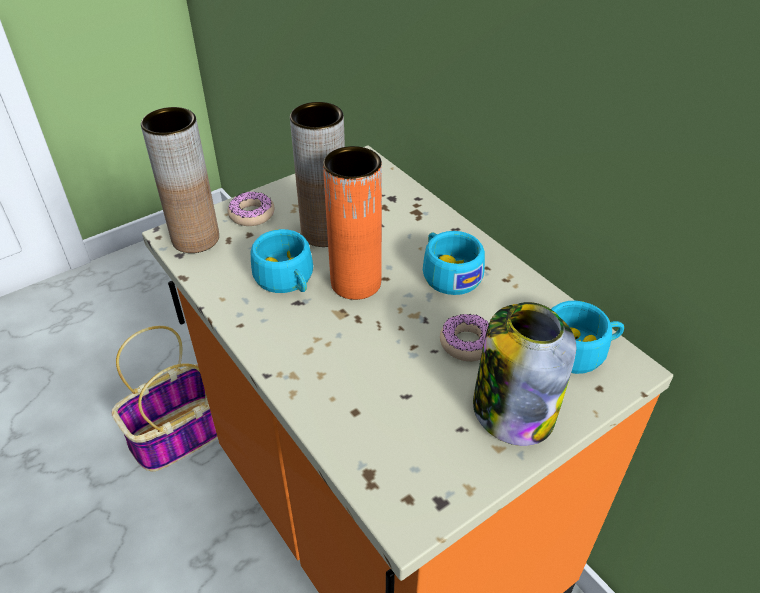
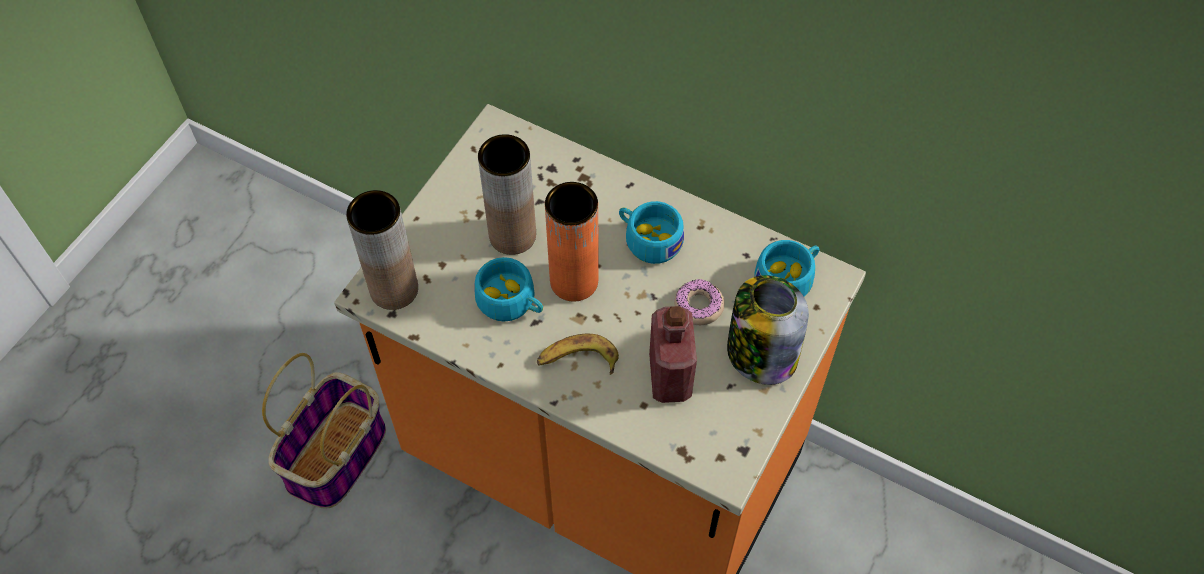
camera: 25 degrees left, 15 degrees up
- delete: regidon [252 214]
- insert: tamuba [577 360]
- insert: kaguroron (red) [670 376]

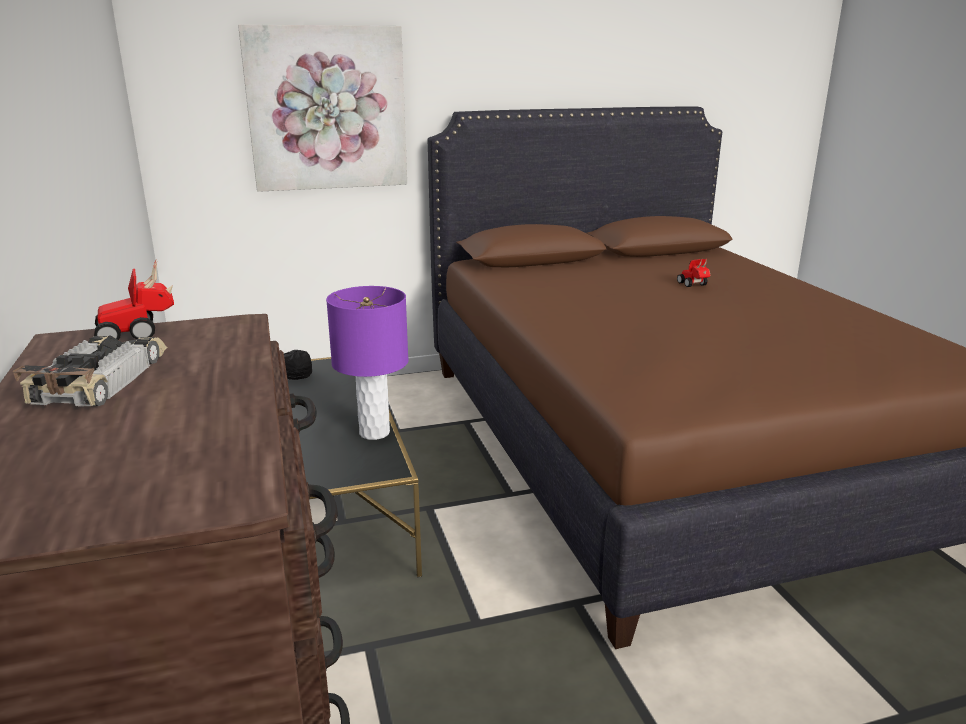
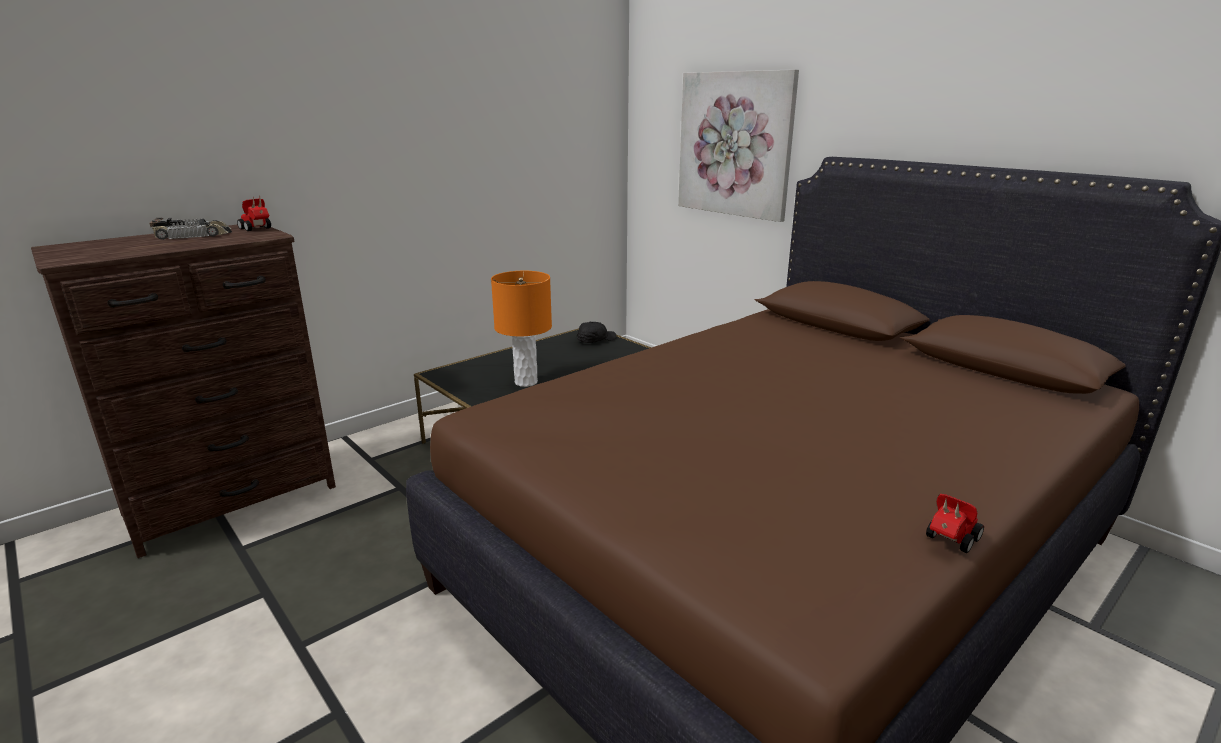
camera: 65 degrees right, 0 degrees up
- move: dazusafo [694 285] to [949 542]
- recolor: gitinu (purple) [374 432] to gitinu (orange) [526 382]

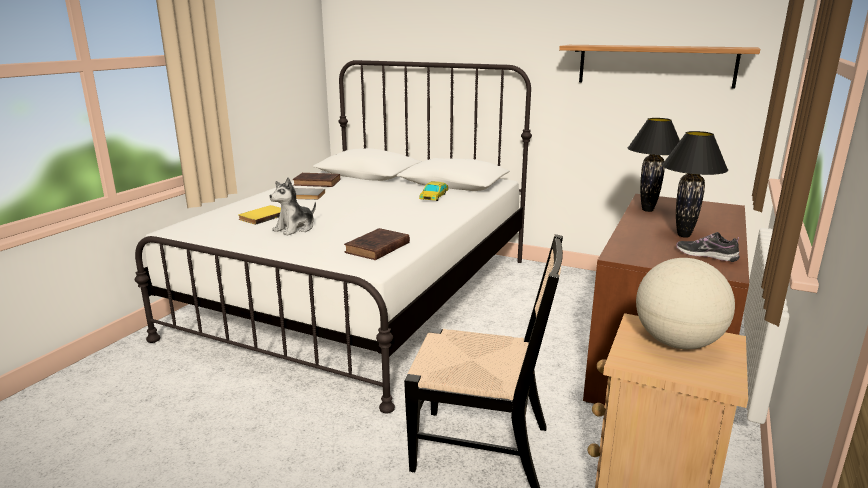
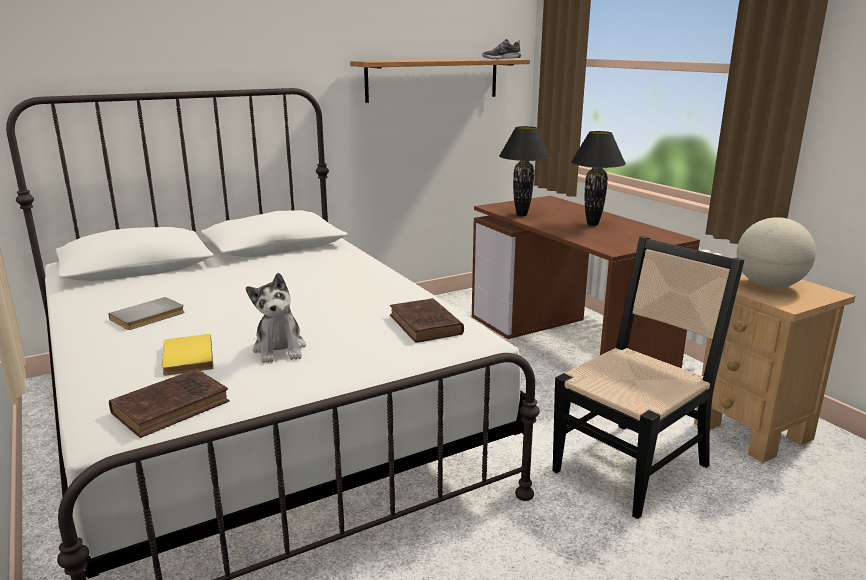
camera: 55 degrees left, 0 degrees up
- delete: dazusafo [434 196]
- move: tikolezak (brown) [318 183] to [174 406]
- move: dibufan [706 255] to [501 59]

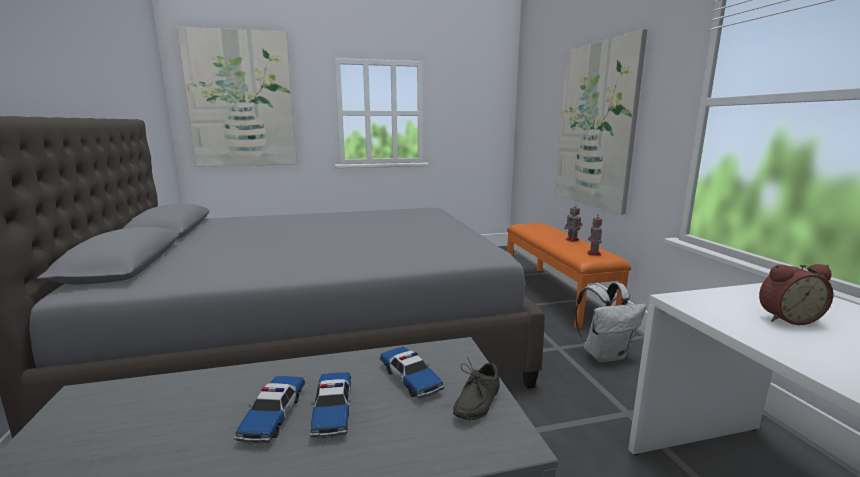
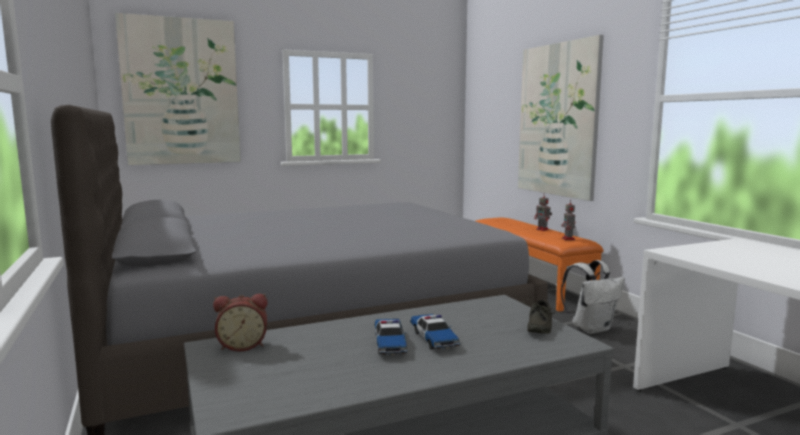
camera: 10 degrees left, 5 degrees down
- delete: dazusafo [410 378]
- move: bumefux [786 318] to [243 345]

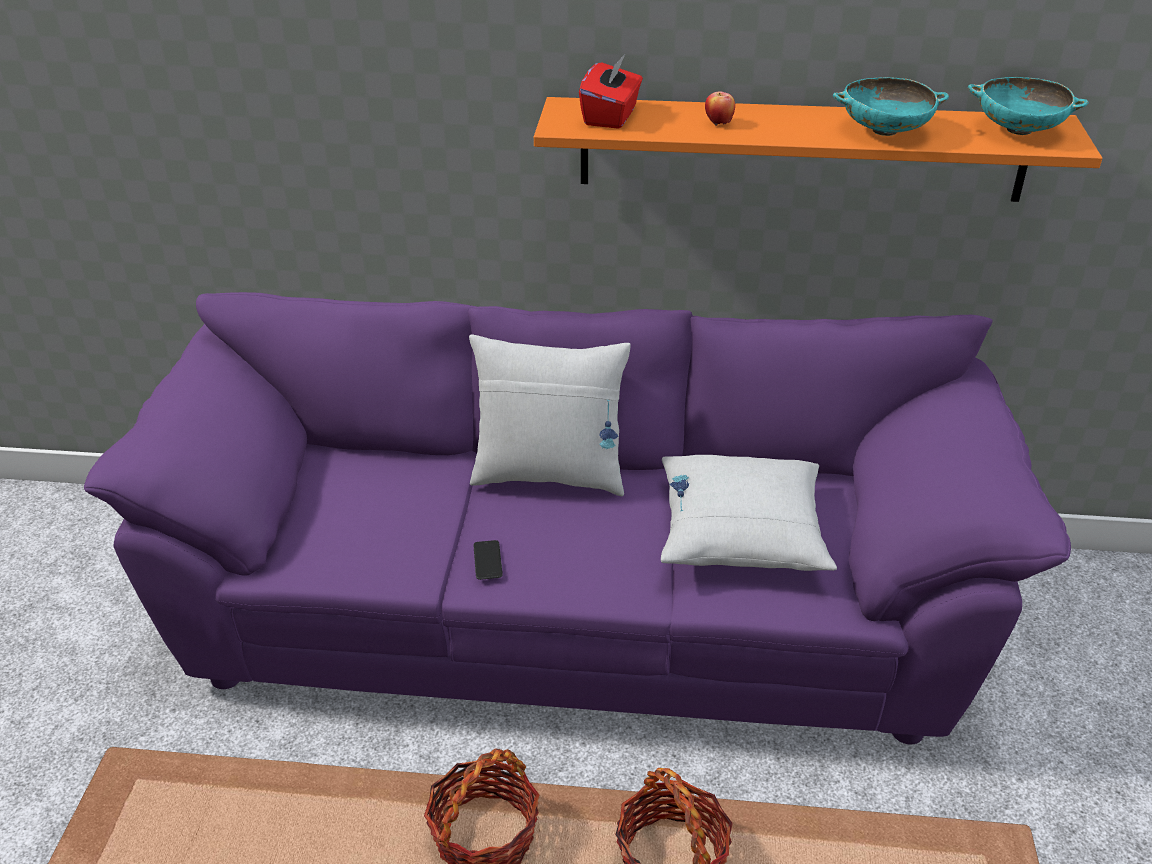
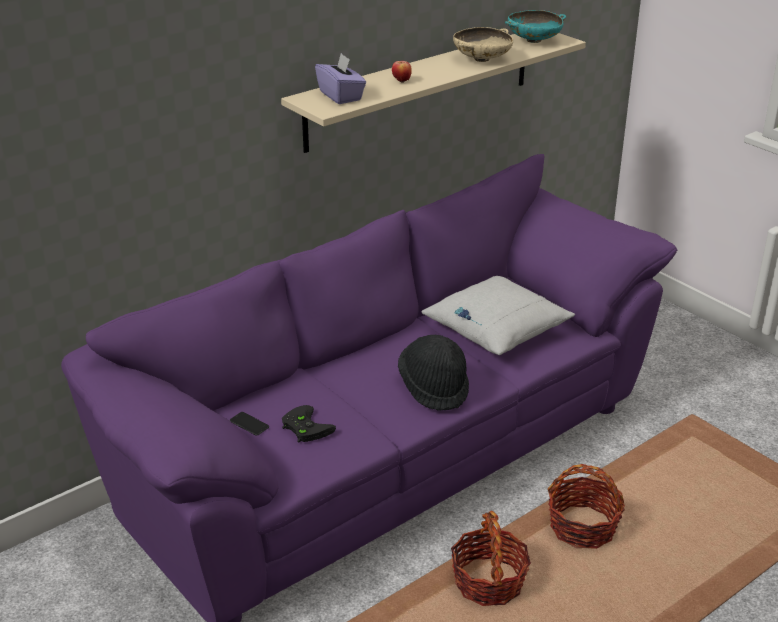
camera: 45 degrees left, 5 degrees down
- delete: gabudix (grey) [549 476]
- insert: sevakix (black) [304 427]
- insert: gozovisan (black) [434 387]
- move: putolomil [487 560] to [249 424]
- recolor: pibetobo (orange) [801 149] to pibetobo (beige) [420 88]
- recolor: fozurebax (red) [611 116] to fozurebax (purple) [341 96]
- recolor: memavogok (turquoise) [885 131] to memavogok (beige) [482 59]

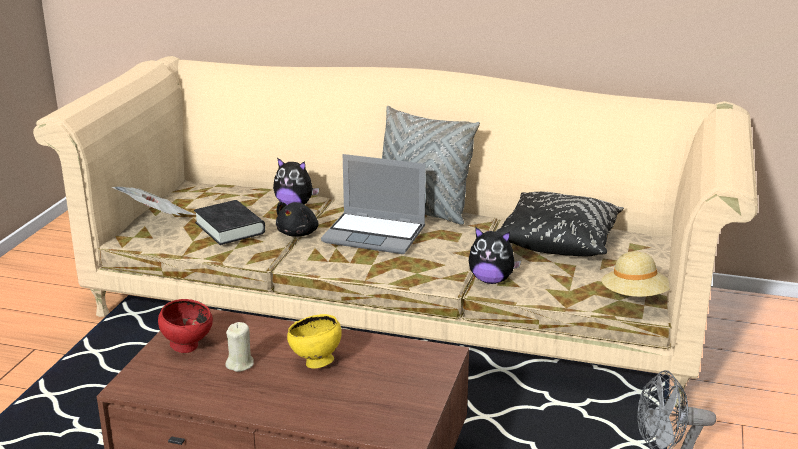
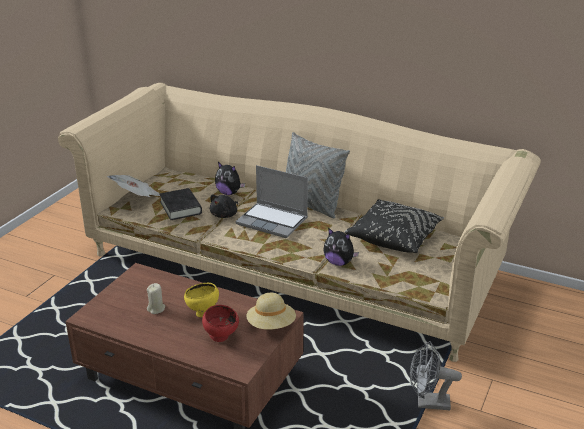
camera: 10 degrees right, 5 degrees up
- move: memavogok (red) [188 347] to [221 337]
- move: gozovisan (beige) [635 297] to [271 325]

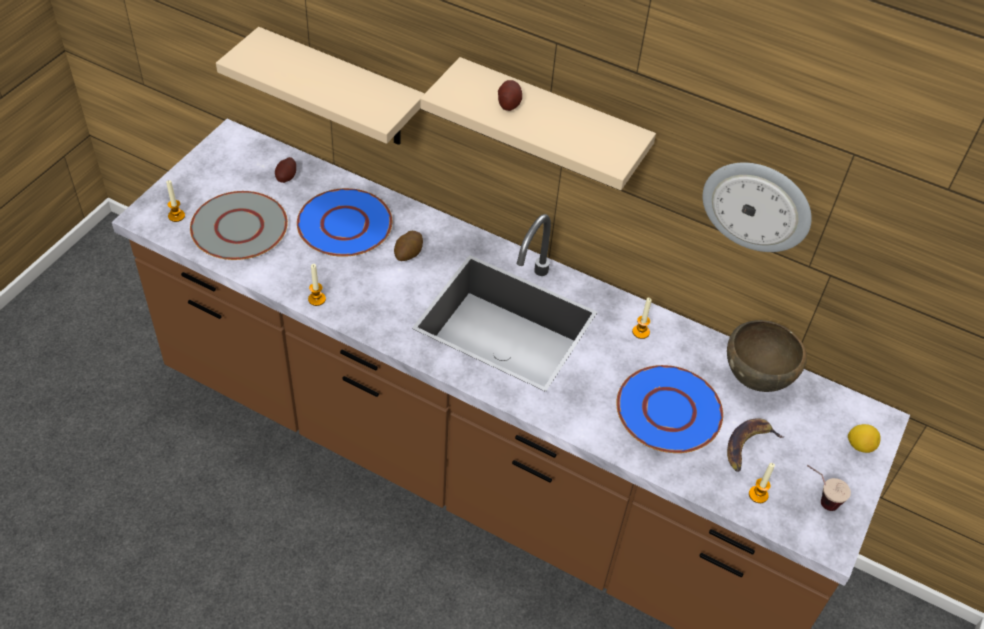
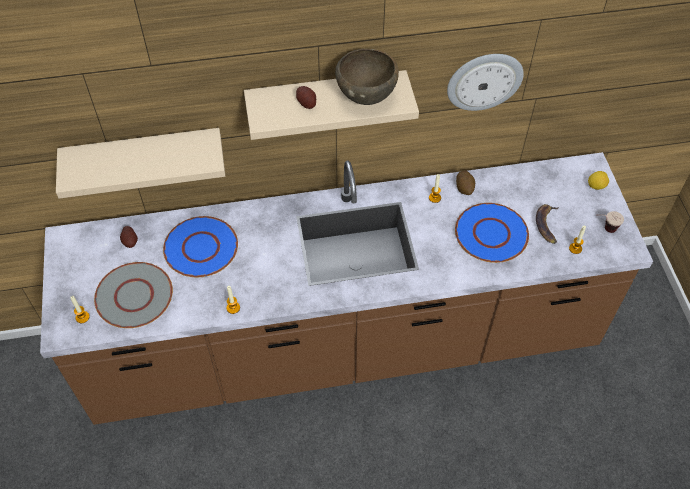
camera: 35 degrees left, 5 degrees up
- move: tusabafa [408 254] to [464 188]
- move: memavogok (brown) [757 379] to [366 98]

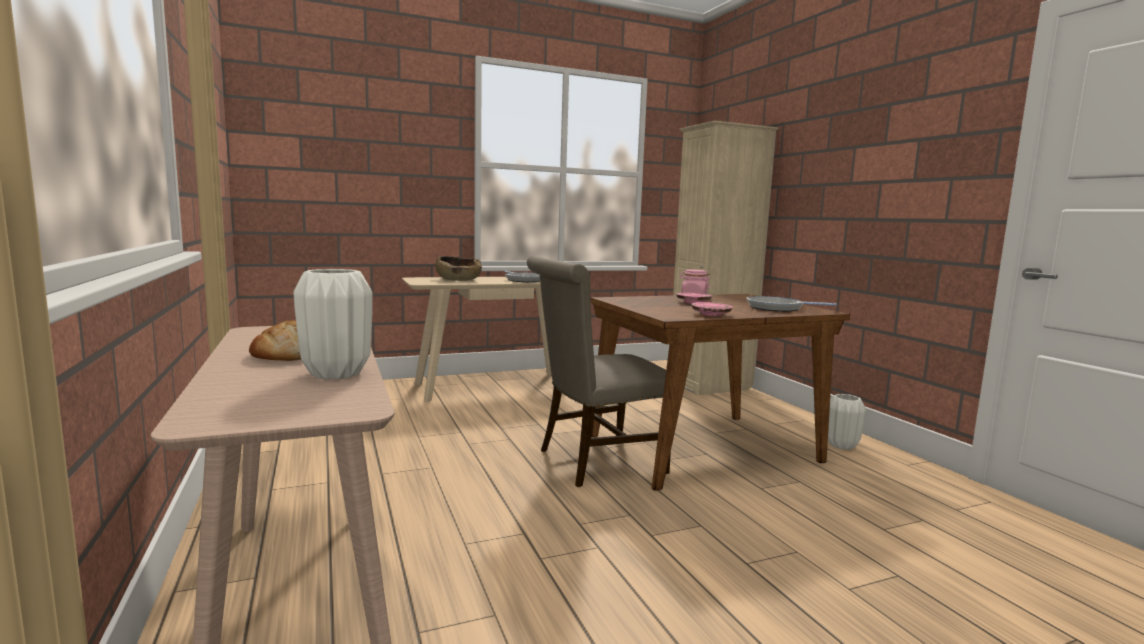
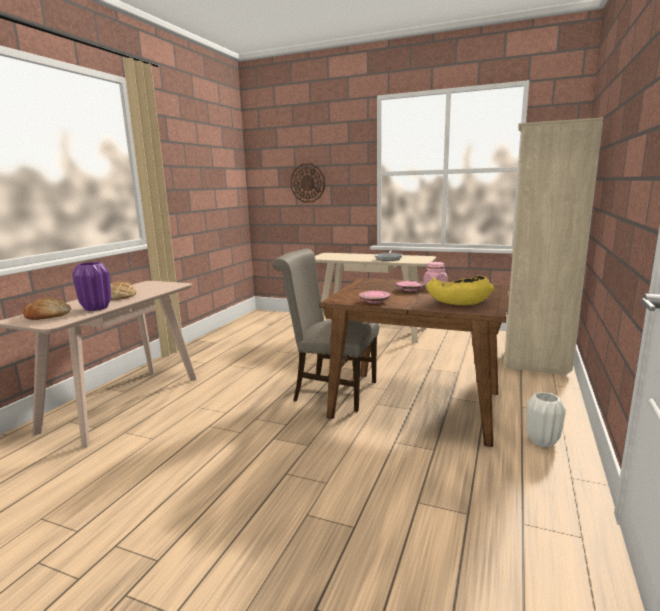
camera: 45 degrees right, 5 degrees up
- delete: memavogok (brown) [458 280]
- insert: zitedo [48 315]
- insert: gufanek [307 183]
- replace: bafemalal [777 308] to memavogok (yellow) [458 303]
- recolor: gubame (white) [335 374] to gubame (purple) [96 308]

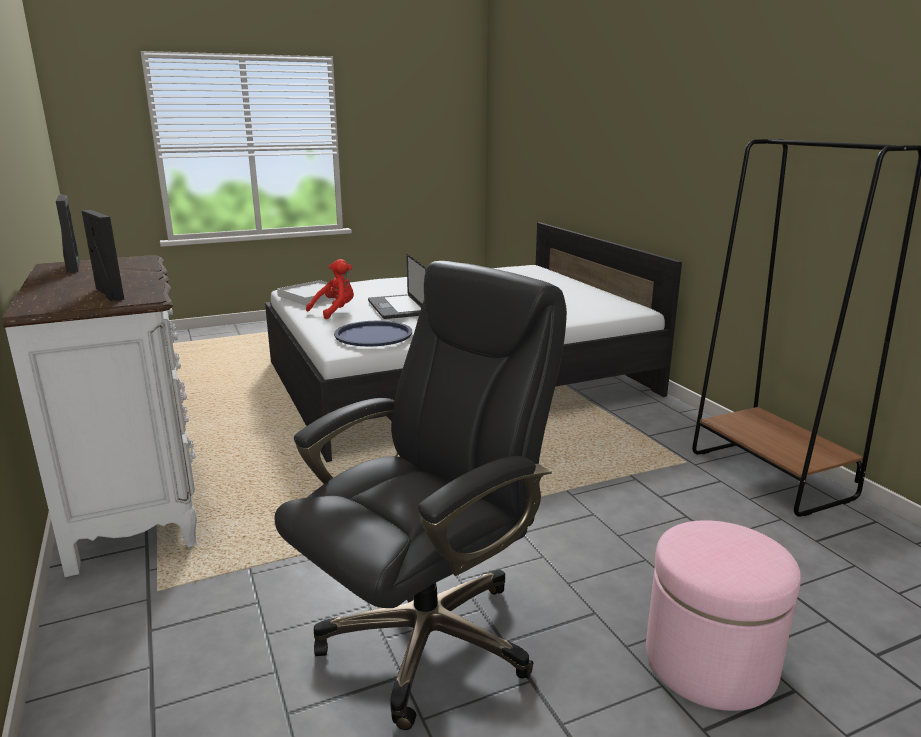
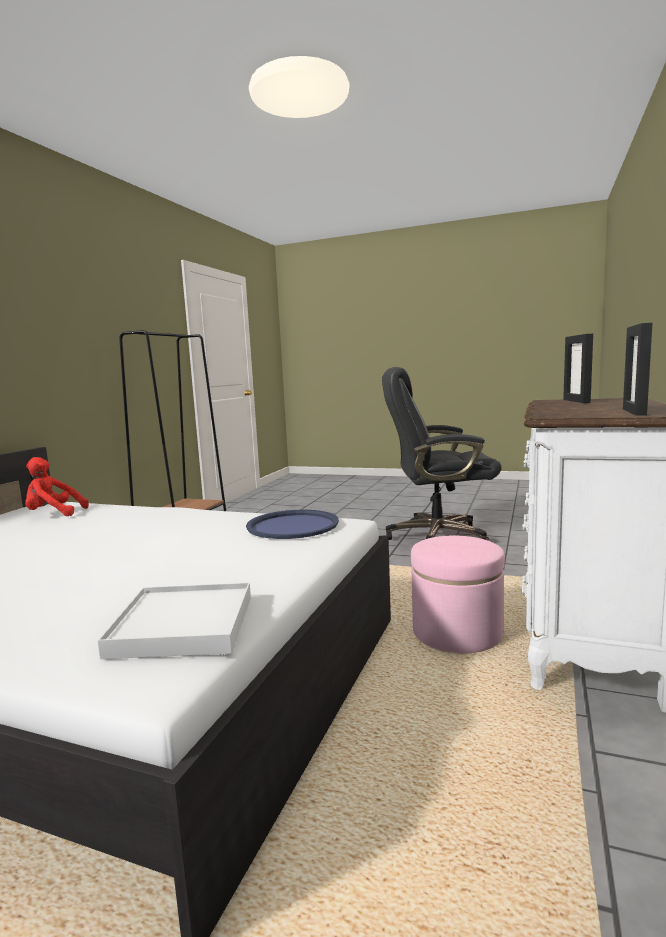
camera: 135 degrees left, 10 degrees down
- delete: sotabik [396 308]
- move: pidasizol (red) [335 311] to [53 514]
- move: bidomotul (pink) [710 662] to [457 632]

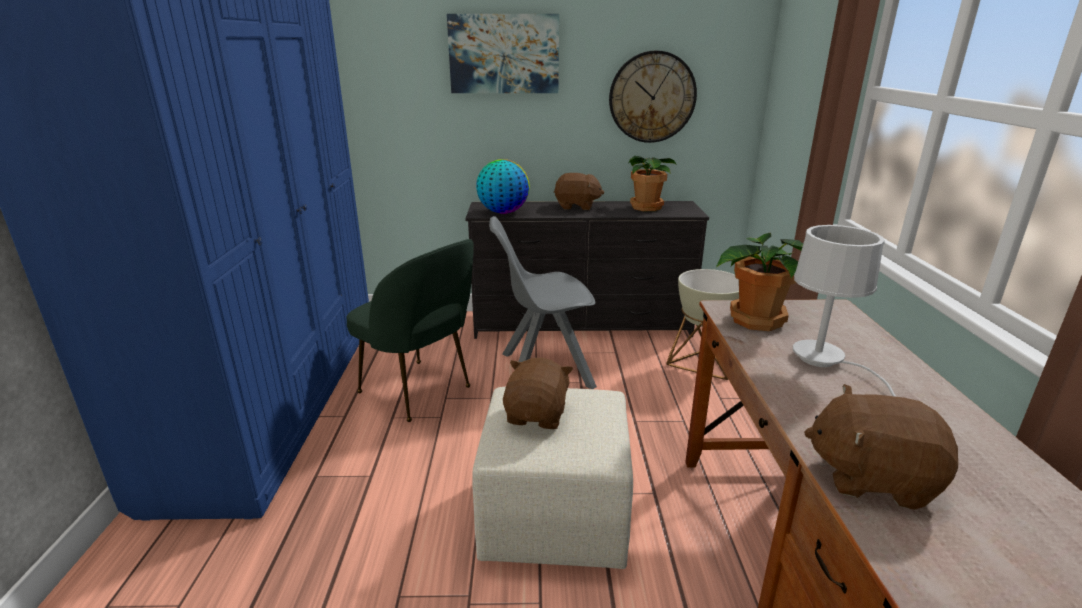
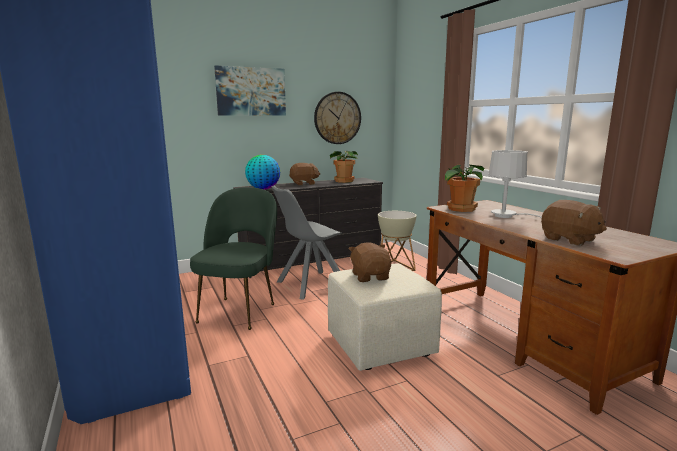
camera: 25 degrees left, 10 degrees down
- rotate: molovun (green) [420 393] = [240 310] 90 degrees counterclockwise
- rotate: pidasizol (brown) [871 477] = [569 240] 120 degrees counterclockwise

